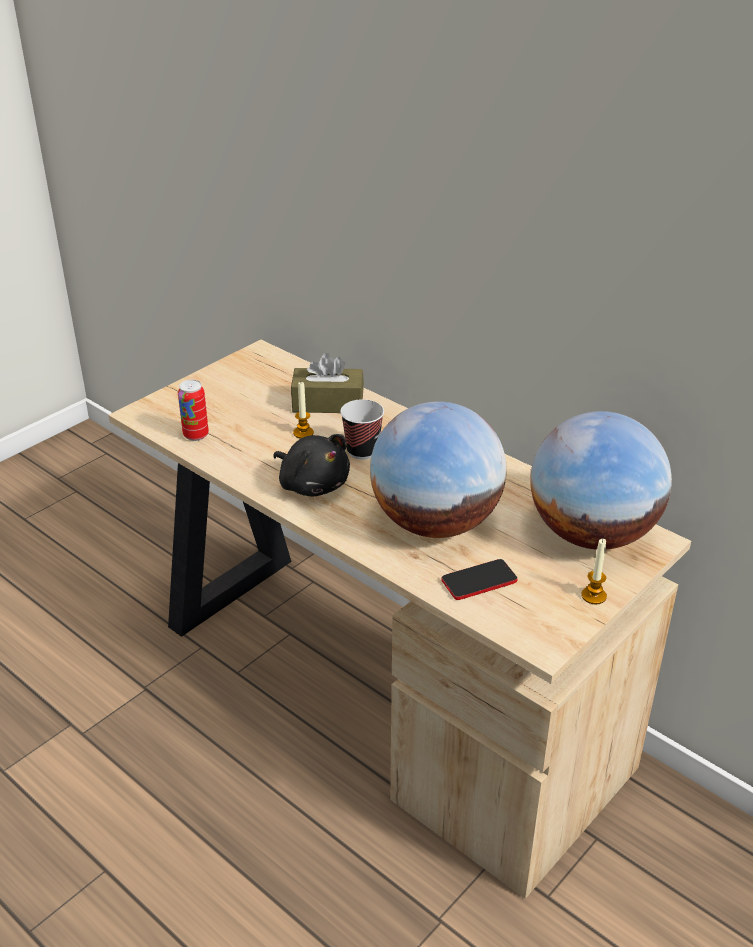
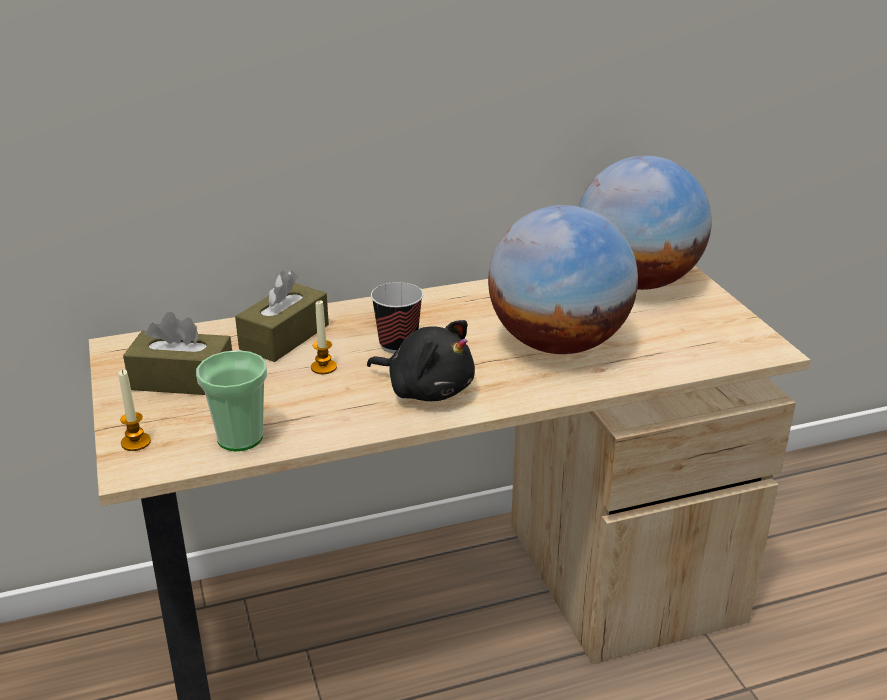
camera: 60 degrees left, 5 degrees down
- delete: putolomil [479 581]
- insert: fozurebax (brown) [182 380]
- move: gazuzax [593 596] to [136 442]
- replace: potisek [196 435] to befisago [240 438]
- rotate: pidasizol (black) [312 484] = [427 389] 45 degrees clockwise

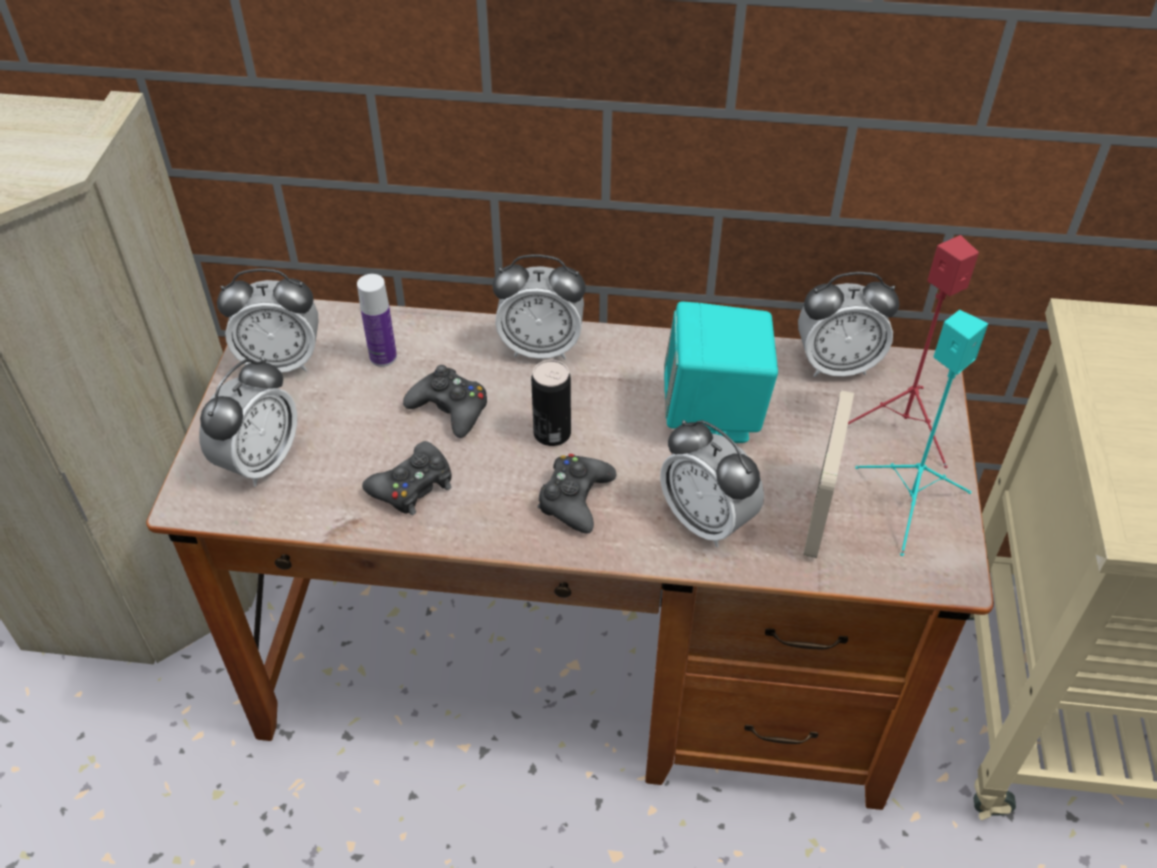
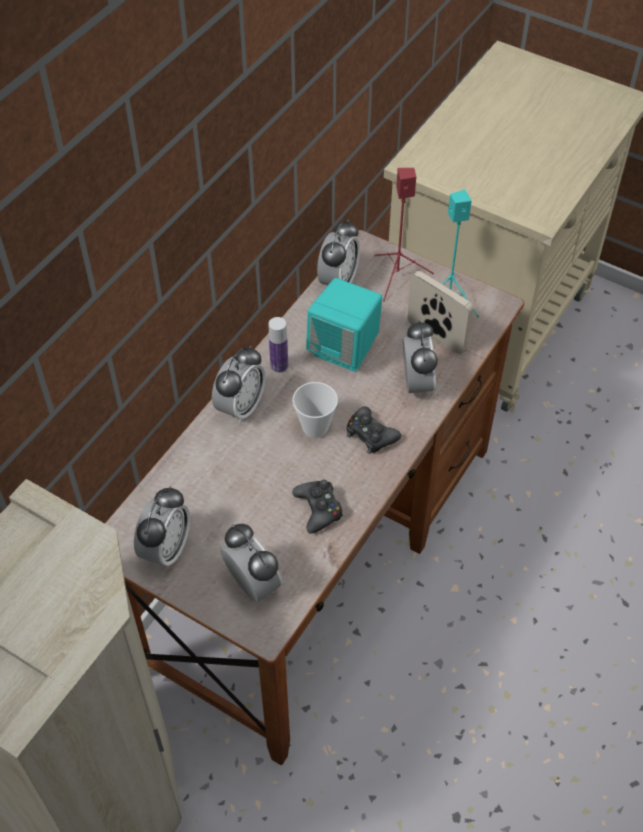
camera: 65 degrees left, 5 degrees up
- delete: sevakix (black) [450 409]
- move: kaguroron [383 357] to [279 366]
- replace: potisek [552 433] to befisago [315 427]
- rotate: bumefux [706 521] = [417 384] 75 degrees counterclockwise

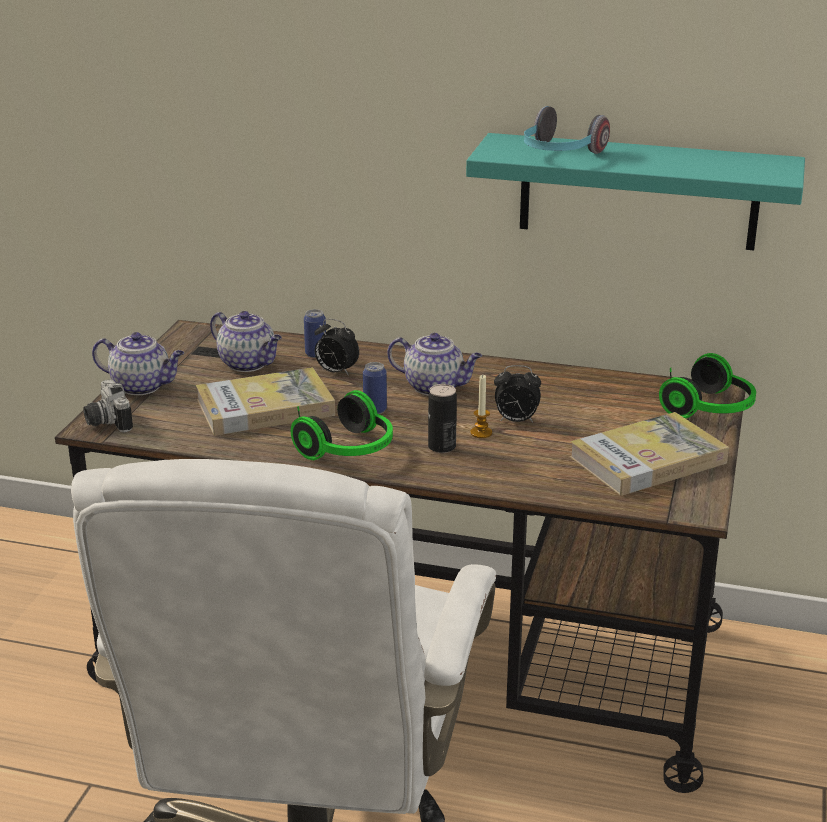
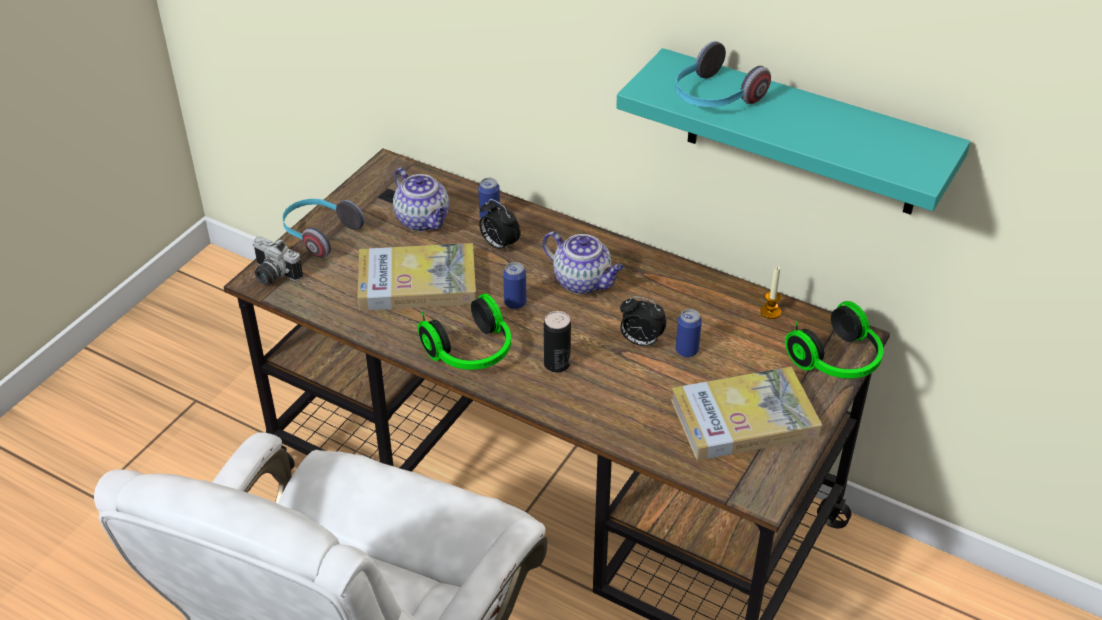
camera: 15 degrees right, 15 degrees up
- insert: potisek [686 350]
- move: gazuzax [481 433] to [770 312]
- replace: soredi [142 386] to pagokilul [319 234]
- rotate: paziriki [106 422] = [272 275] 45 degrees counterclockwise

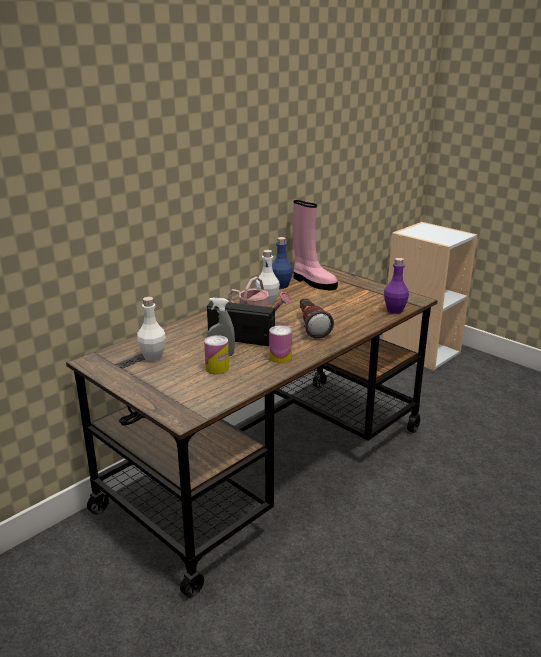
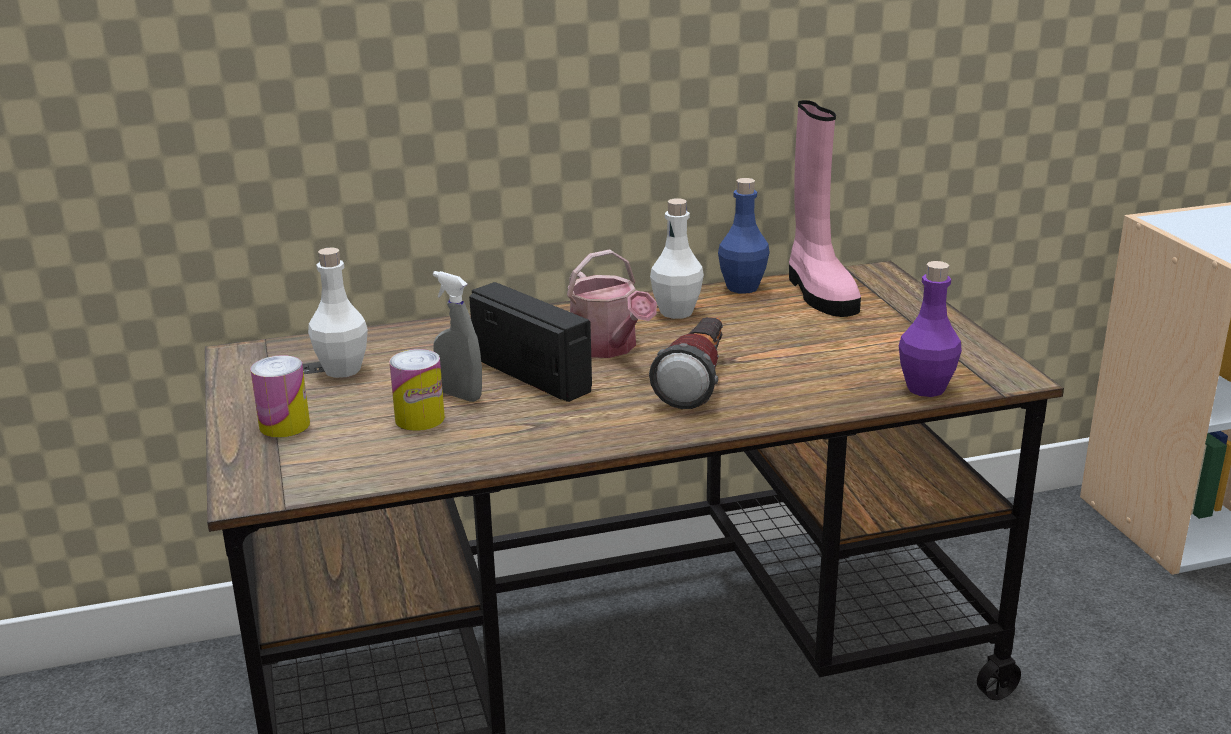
camera: 30 degrees right, 0 degrees up
- move: potisek [280 357] to [284 425]

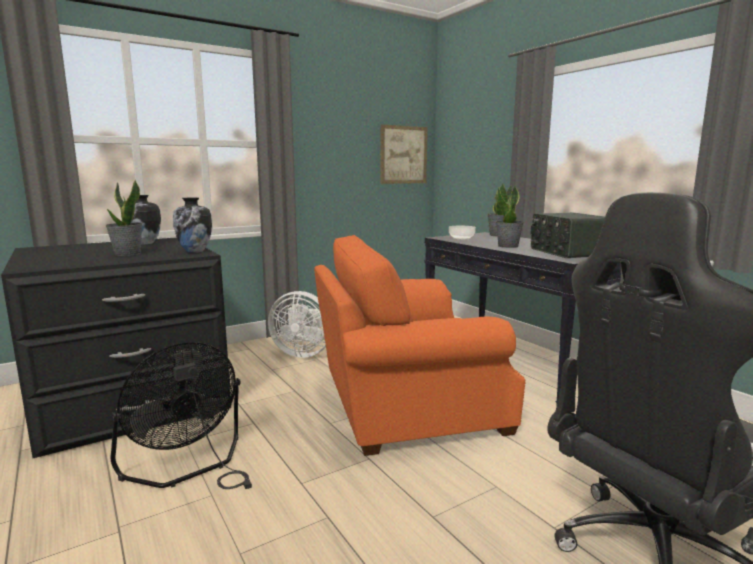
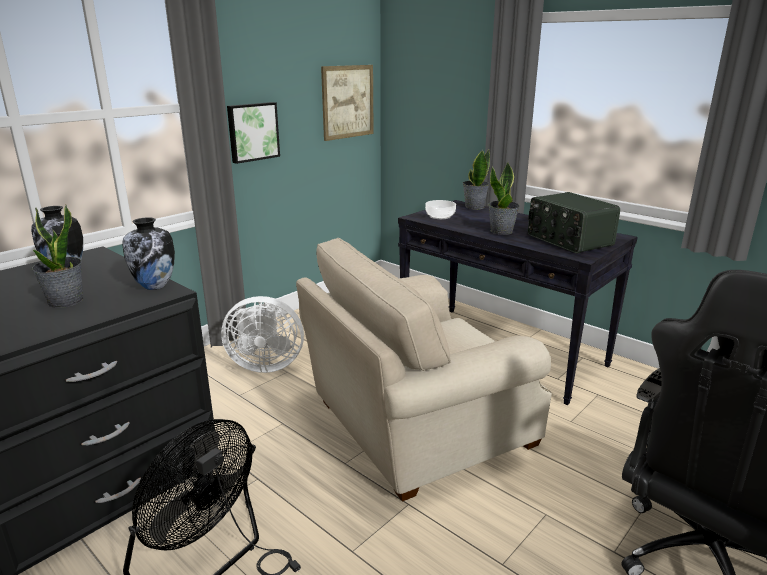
camera: 15 degrees left, 10 degrees up
- insert: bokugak [252 132]
- recolor: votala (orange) [407 406] to votala (beige) [416 425]

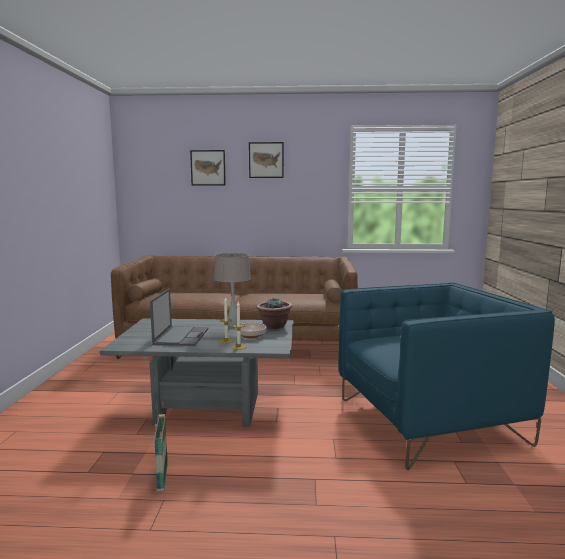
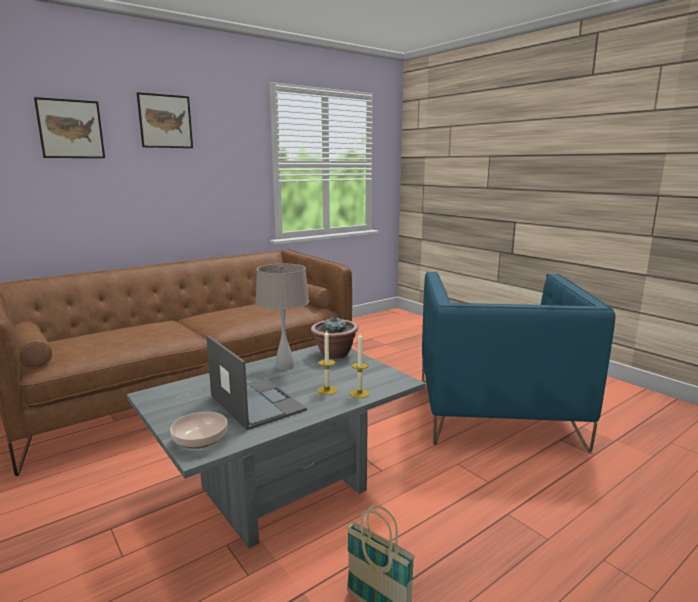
camera: 40 degrees left, 5 degrees up
- move: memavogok [251 335] to [200 439]
- rotate: votala (blue) [428 422] = [495 411] 150 degrees clockwise

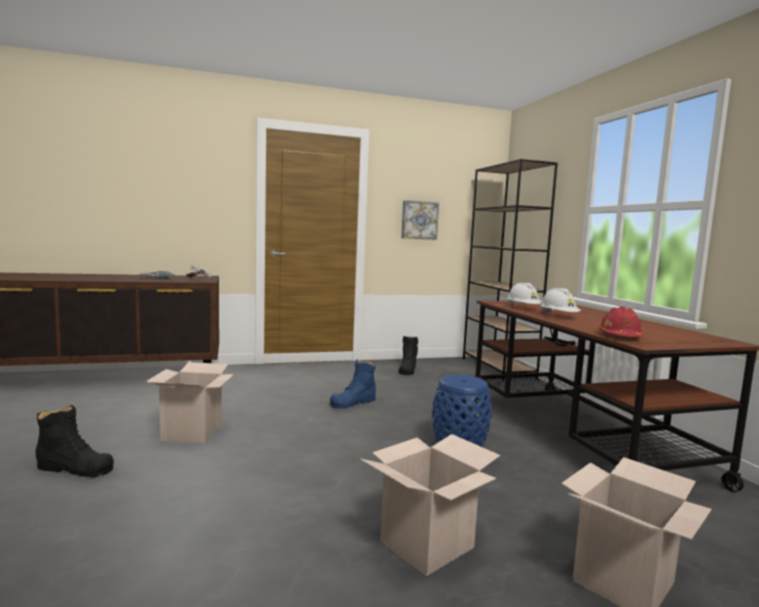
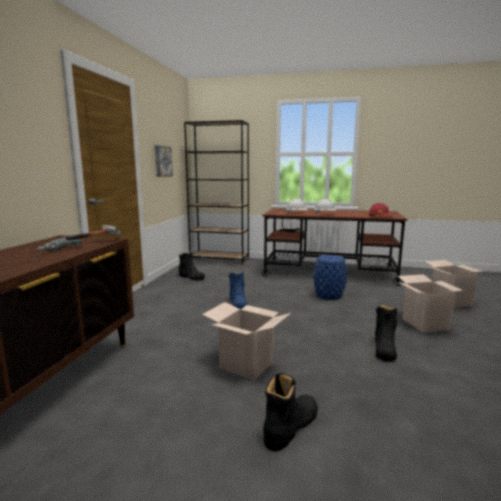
camera: 60 degrees left, 5 degrees up
- insert: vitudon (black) [384 349]

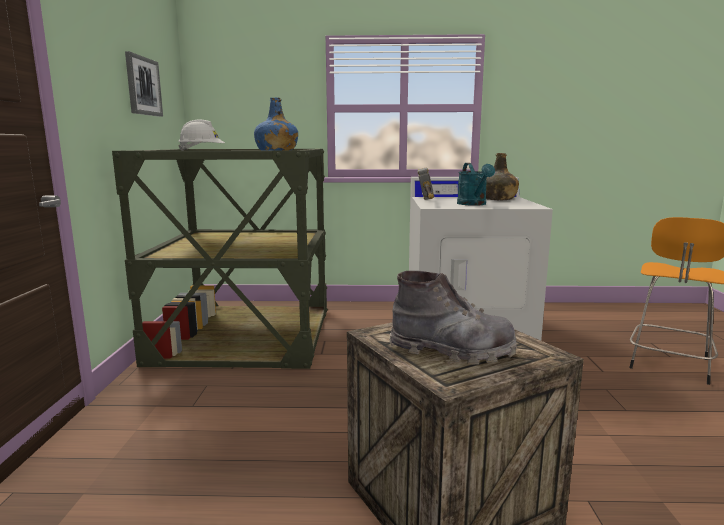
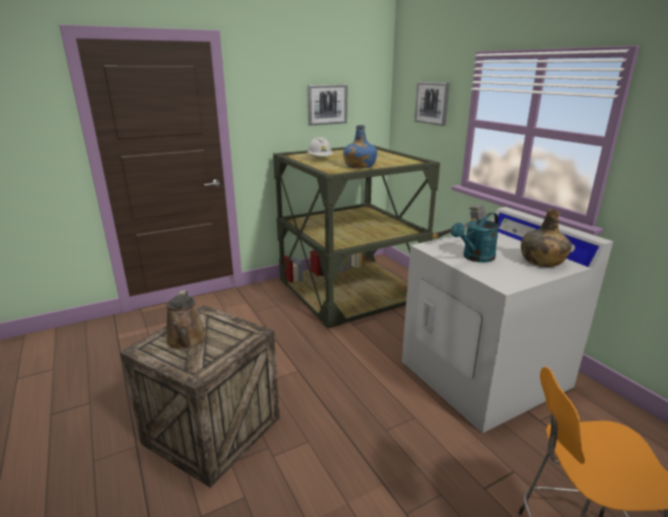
camera: 60 degrees right, 10 degrees up
- insert: bokugak [432 103]
- replace: vitudon (grey) [451 351] to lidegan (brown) [186 341]

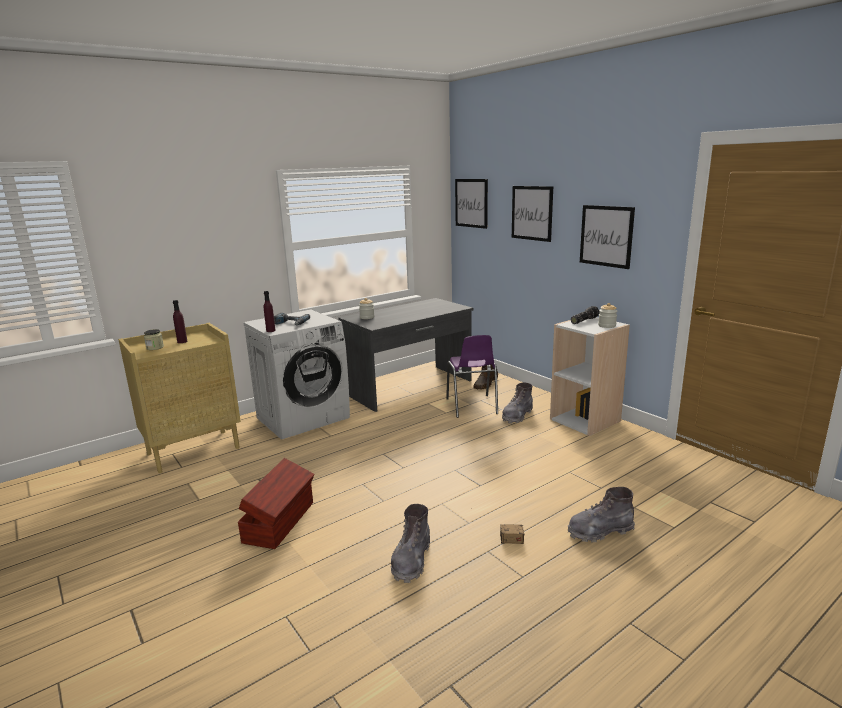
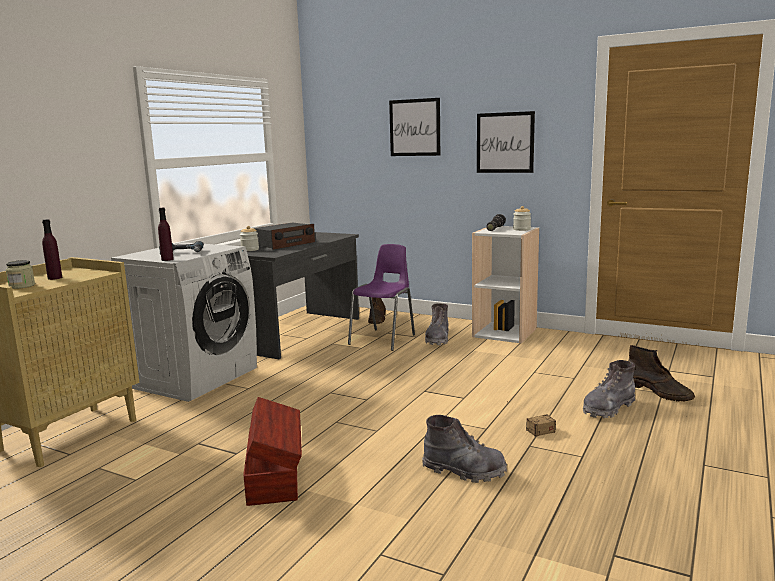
camera: 25 degrees left, 5 degrees down
- delete: bokugak [471 203]
- insert: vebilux [284 244]
- insert: vitudon (brown) [660 392]
- rotate: vitudon (grey) [411 560] = [464 471] 60 degrees counterclockwise
- rotate: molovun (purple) [472 407] = [384 339] 120 degrees counterclockwise

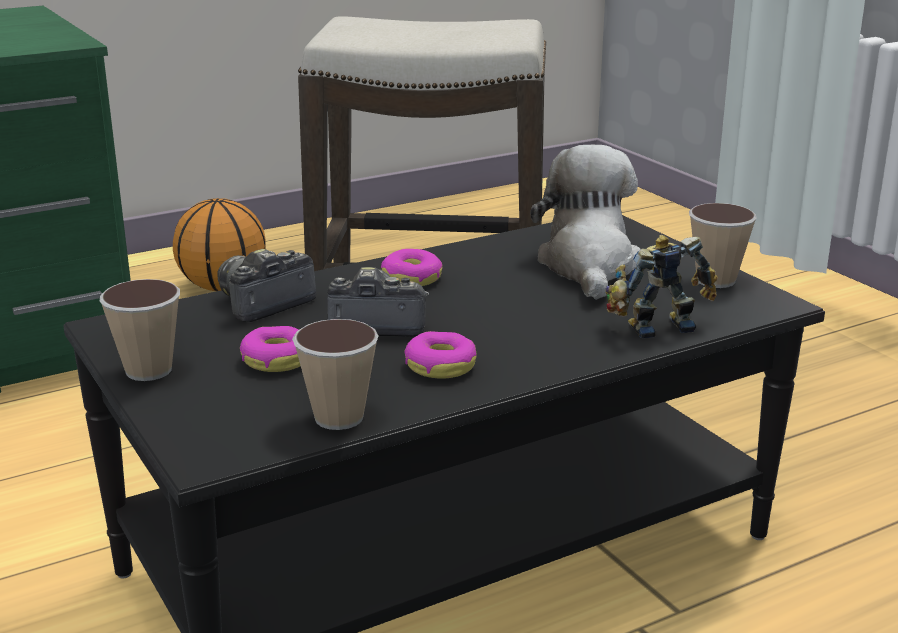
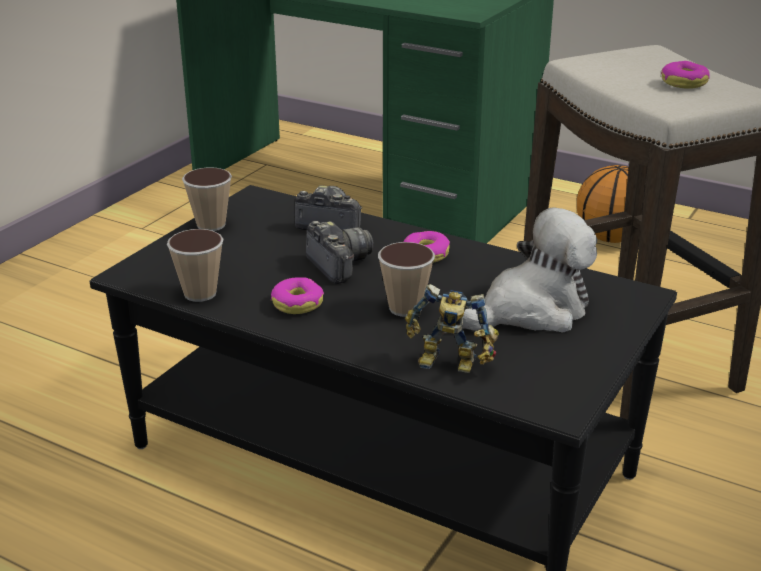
camera: 60 degrees right, 5 degrees up
- move: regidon [277 359] to [684 83]
- move: befisago [715 280] to [405 308]
- rotate: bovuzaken [656 325] = [449 365] 150 degrees clockwise

